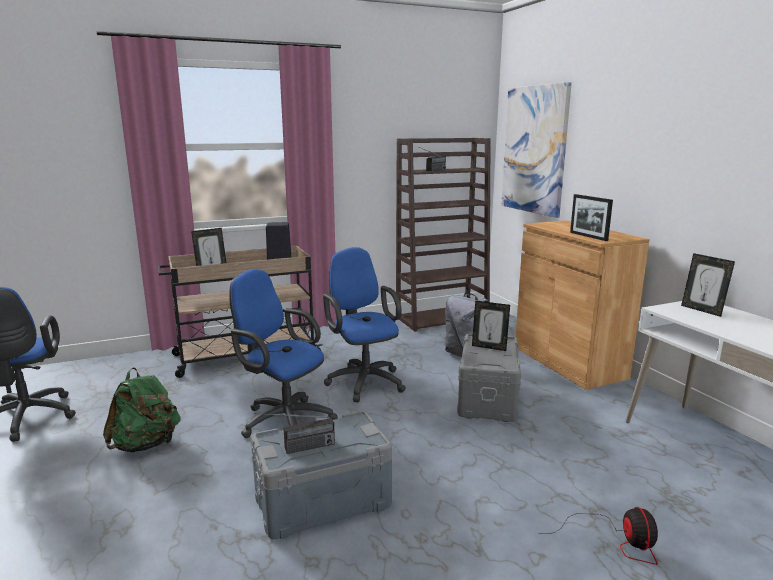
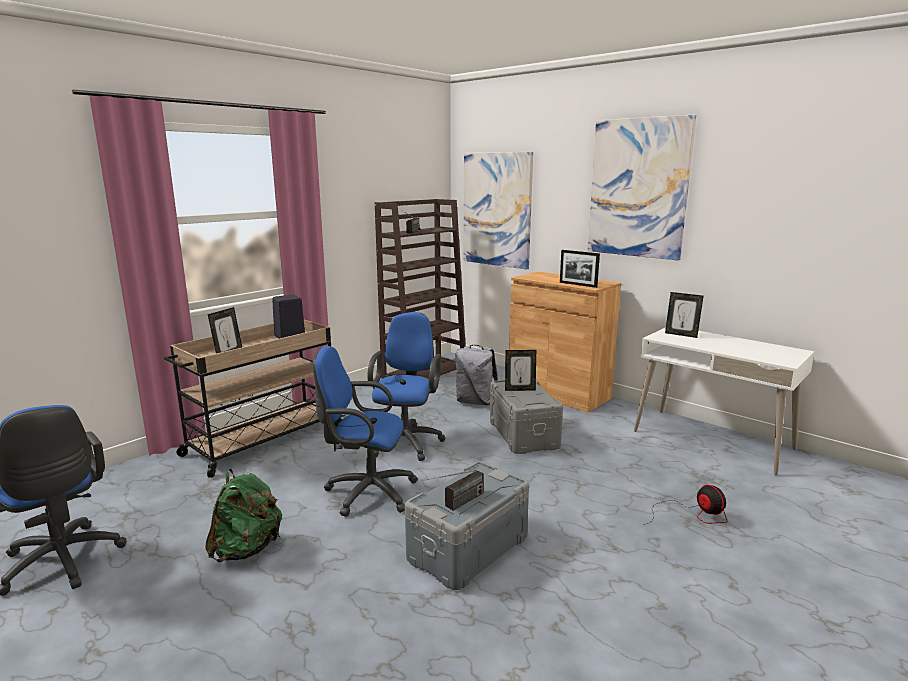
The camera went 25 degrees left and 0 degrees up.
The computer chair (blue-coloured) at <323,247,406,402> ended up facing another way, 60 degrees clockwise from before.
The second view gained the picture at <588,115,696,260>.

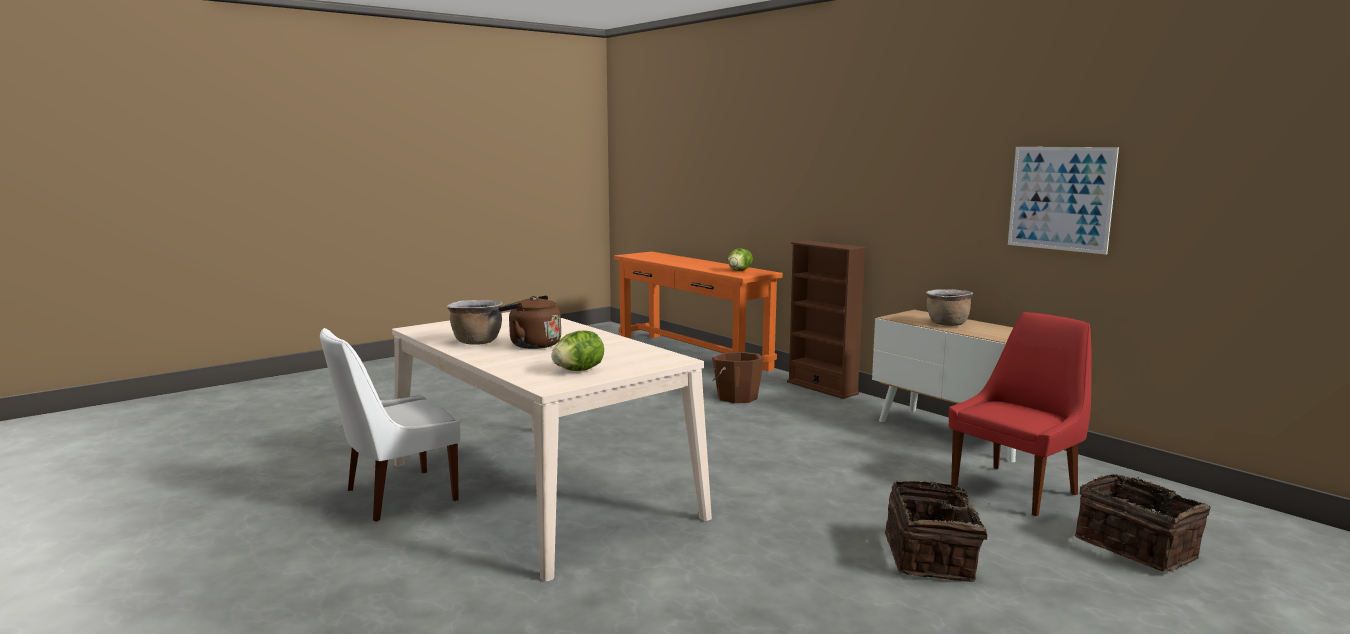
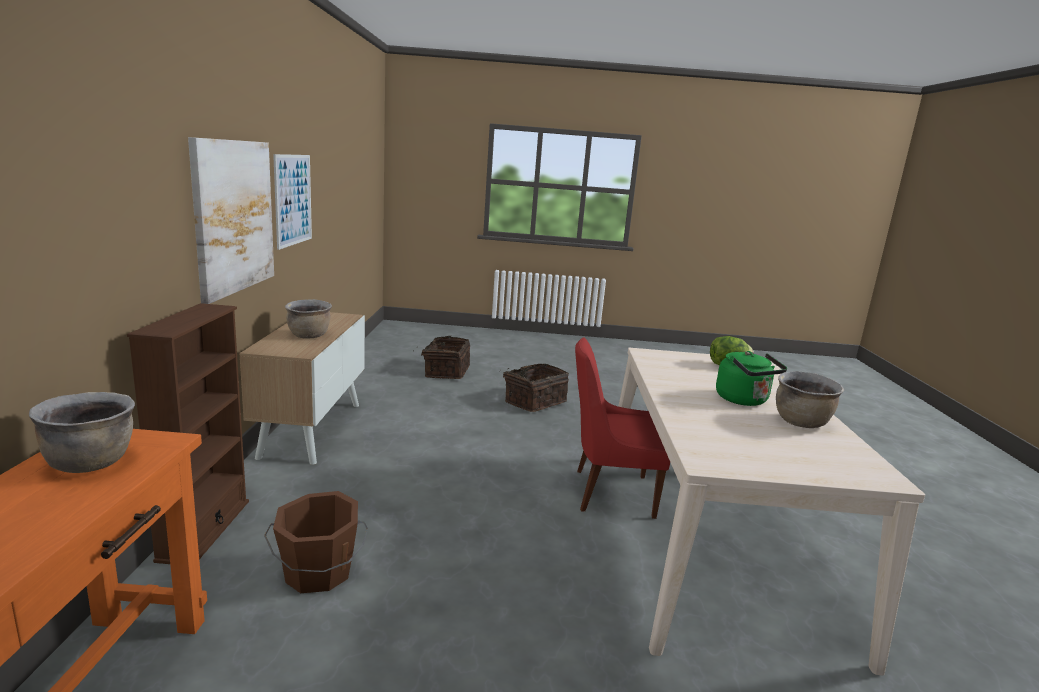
The camera went 140 degrees left and 5 degrees up.
Where the head of lettuce stood at <728,248,753,271>, the cooking pot (brown) came to stand at <29,392,135,473>.
The second view gained the picture at <188,137,274,304>.
The plain chair (reddish) ended up elsewhere, having gone from <949,312,1091,516> to <575,337,670,519>.
What was the kettle (brown) at <498,296,561,349> turned into the kettle (green) at <716,351,787,406>.
The second view lost the plain chair (white) at <320,328,460,522>.

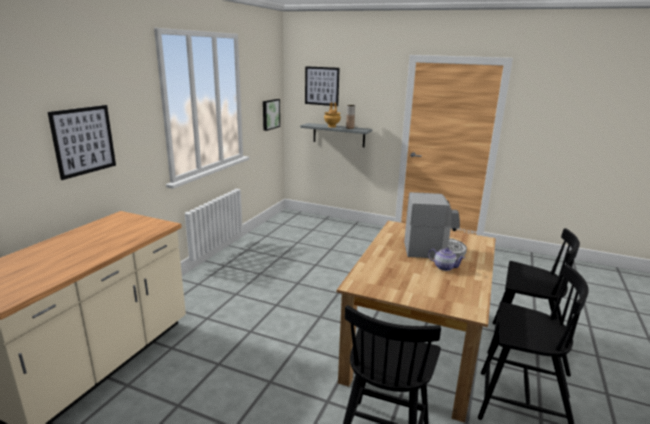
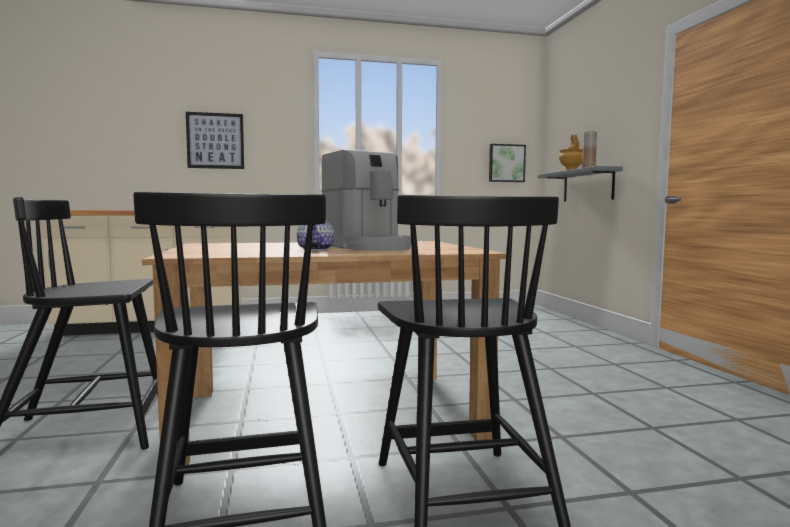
The camera went 55 degrees right and 15 degrees down.
The second view lost the picture at <305,66,340,106>.

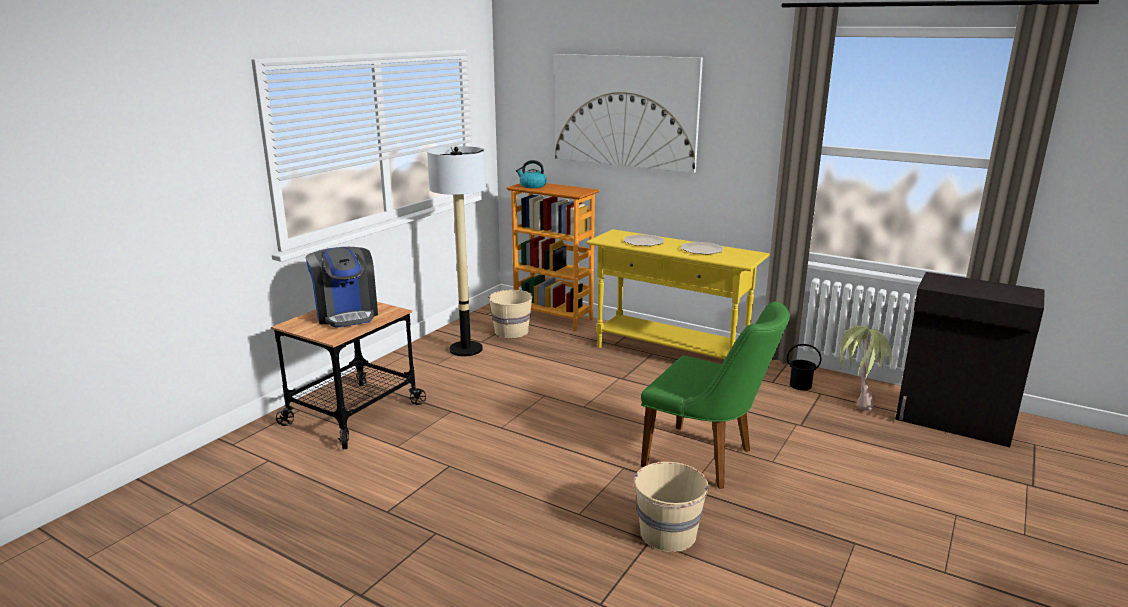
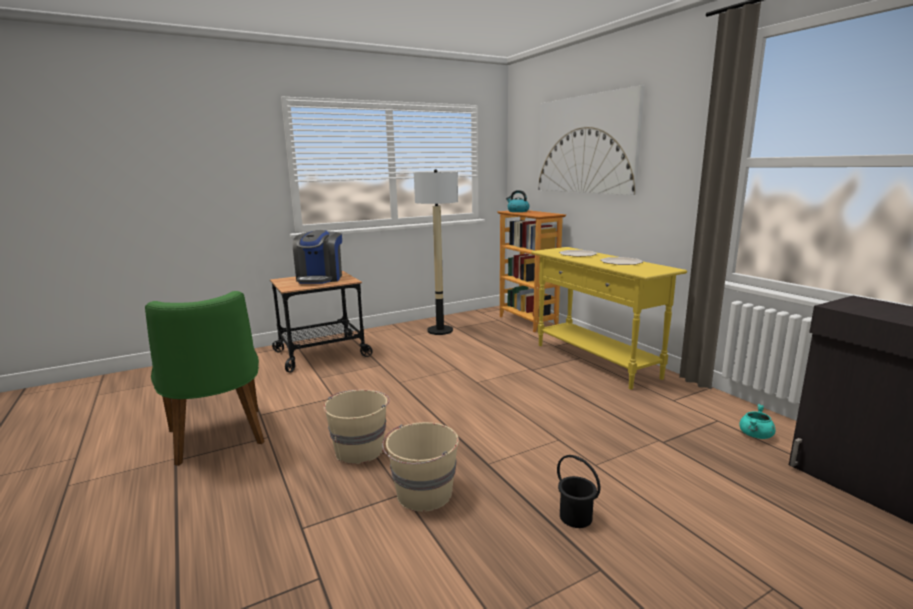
The camera went 30 degrees right and 5 degrees down.
The plain chair (green) ended up elsewhere, having gone from <641,302,790,489> to <145,291,265,466>.
The bucket (sand-coloured) ended up elsewhere, having gone from <488,290,533,338> to <324,390,390,464>.
The bucket (blackish) ended up elsewhere, having gone from <787,344,821,390> to <557,455,600,528>.
Where the plant in a pot stood at <839,326,893,411>, the cooking pot (turquoise) came to stand at <739,404,775,439>.

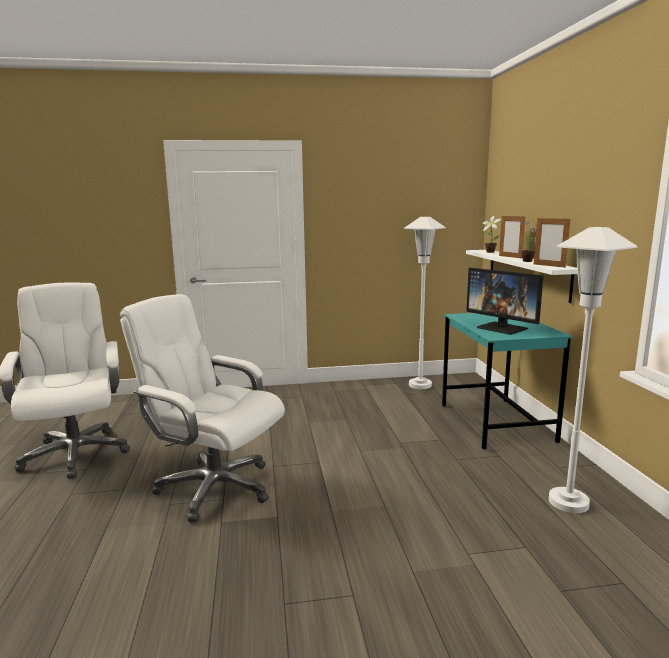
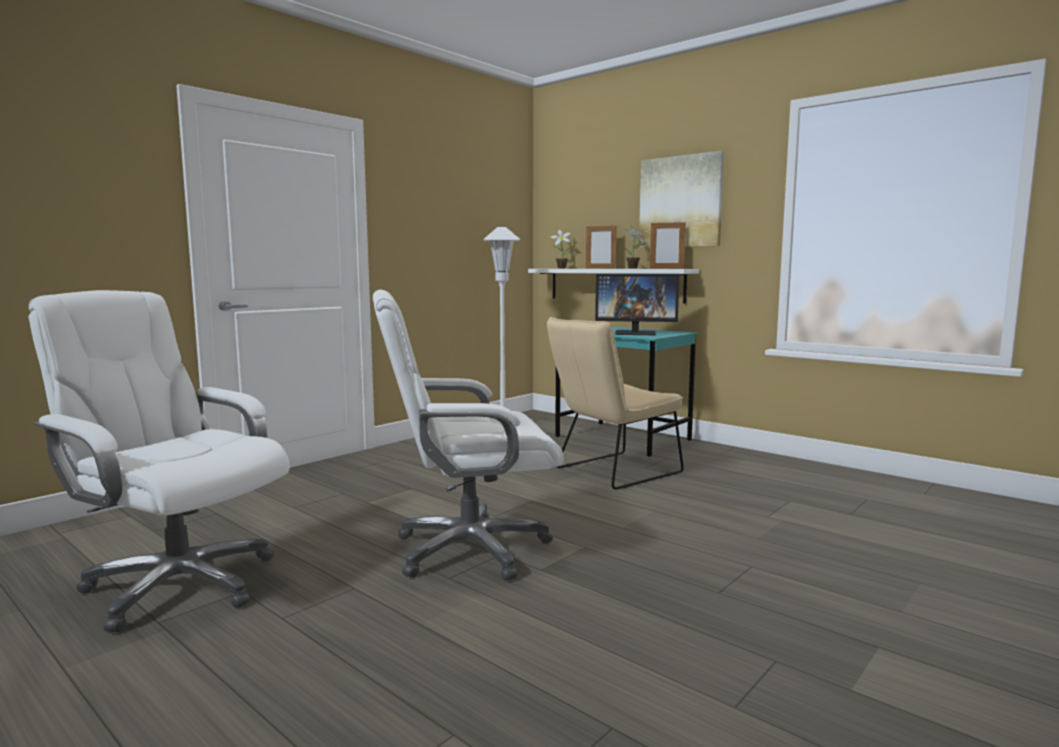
The camera went 40 degrees left and 5 degrees down.
The second view gained the plain chair (sand-coloured) at <547,317,684,490>.
The second view gained the picture at <639,151,724,248>.
The second view lost the standard lamp (white) at <549,227,638,513>.

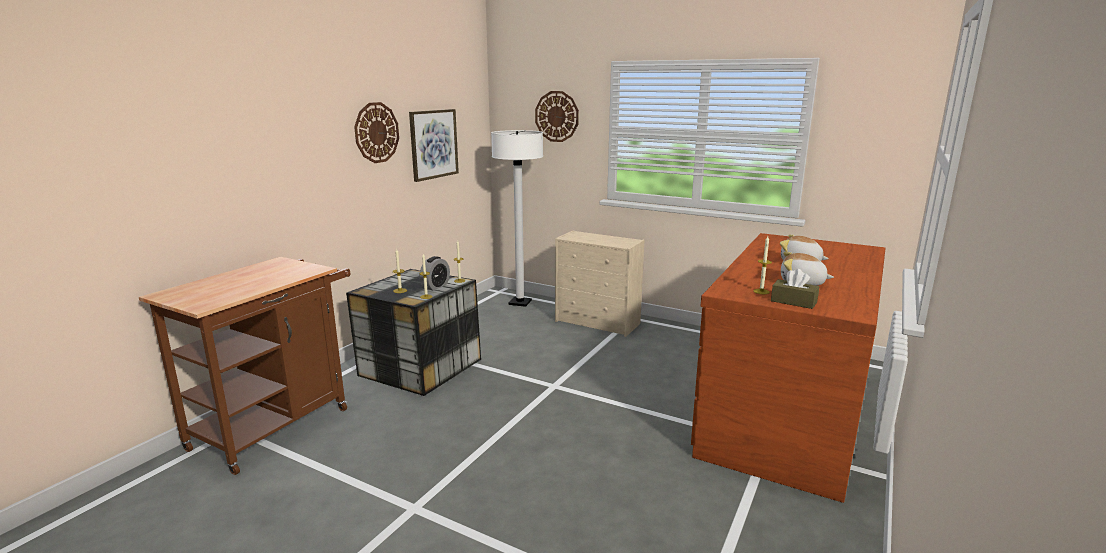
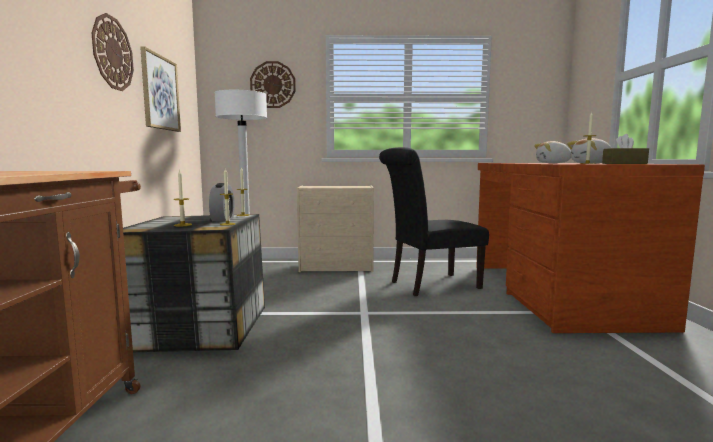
The camera went 30 degrees left and 10 degrees down.
The second view gained the plain chair (blackish) at <379,147,489,296>.

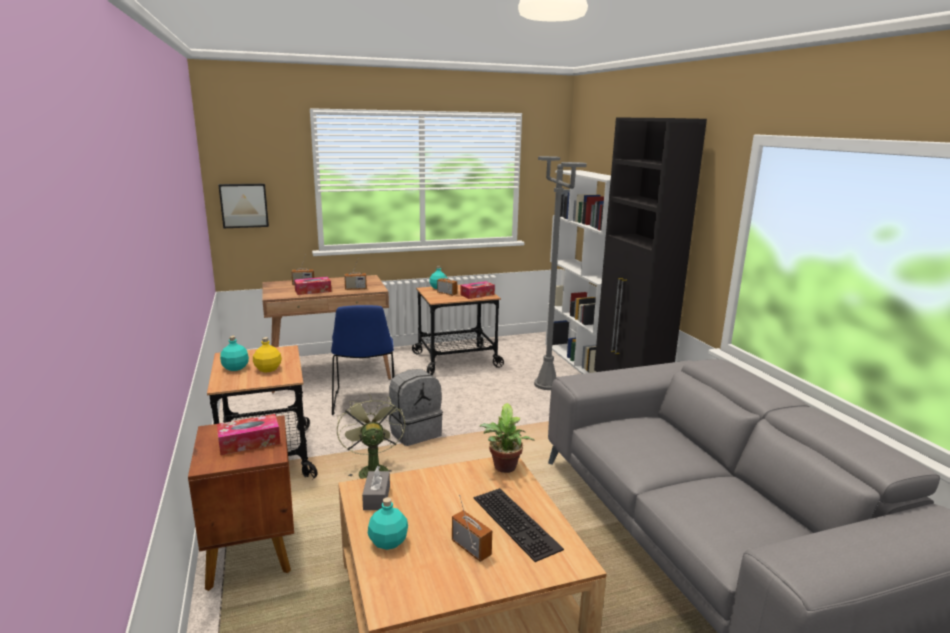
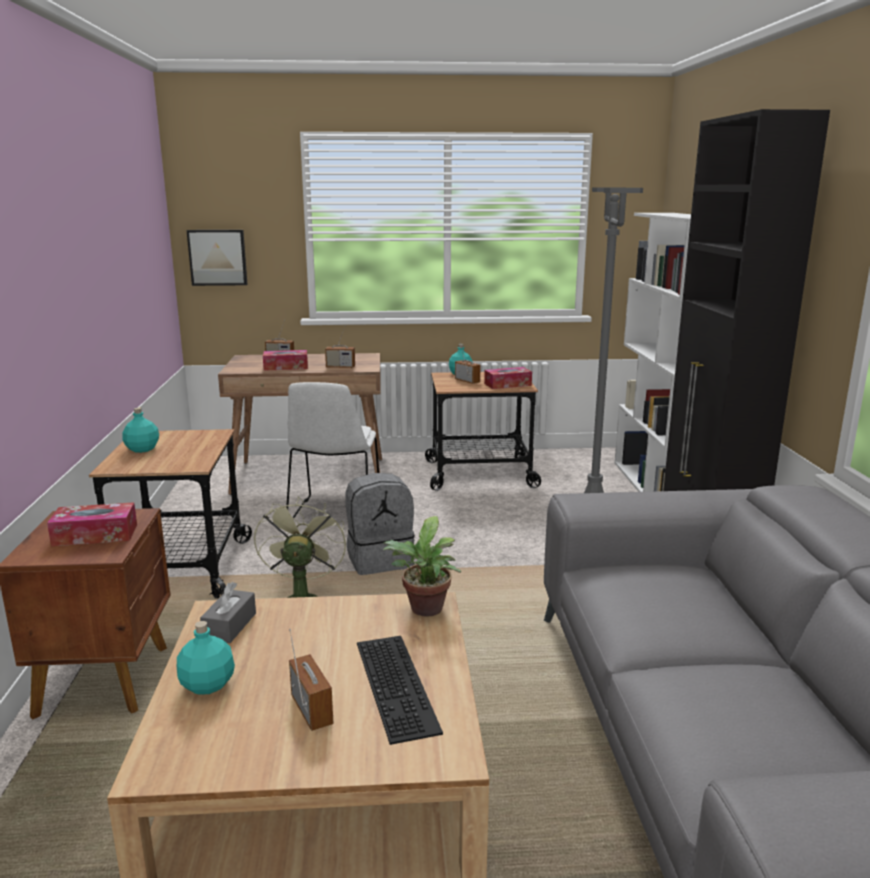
The camera went 15 degrees right and 0 degrees up.
What was the plain chair (blue-coloured) at <331,305,395,415> turned into the plain chair (white) at <286,382,379,518>.
The second view lost the bottle (yellowish) at <253,337,282,373>.

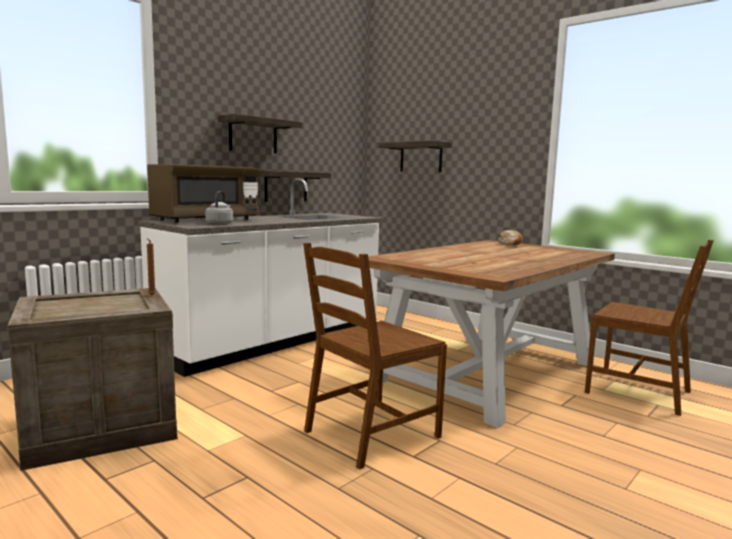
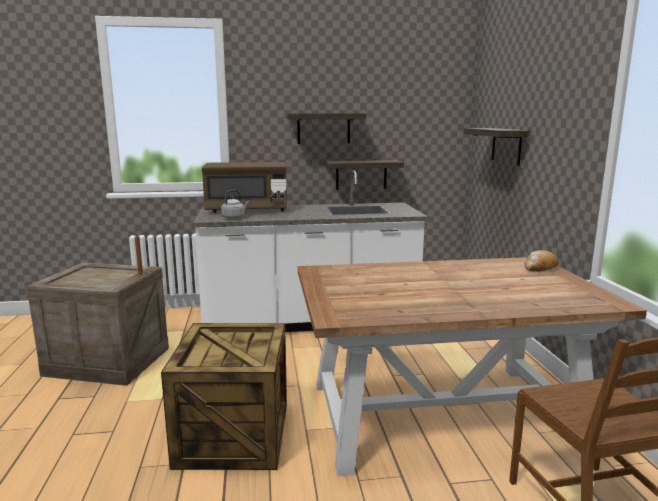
The camera went 40 degrees right and 5 degrees up.
Where the plain chair (brown) stood at <303,243,447,470>, the crate came to stand at <161,323,287,470>.

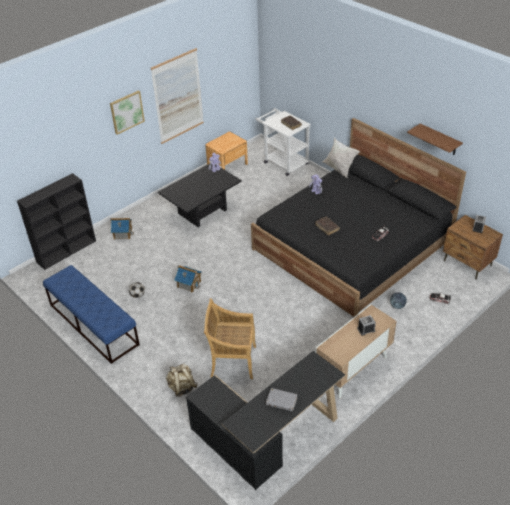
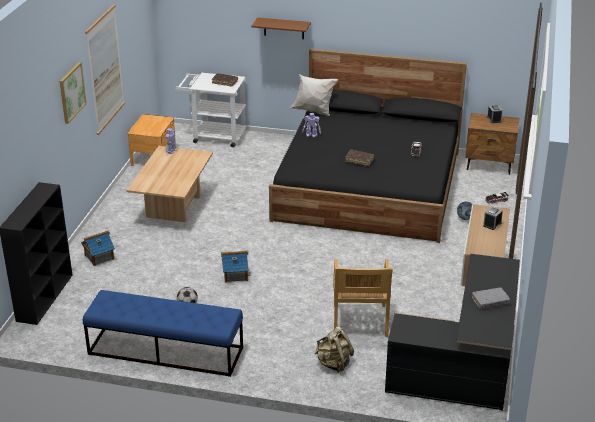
The camera went 35 degrees left and 10 degrees down.
What was the coffee table (blackish) at <158,164,242,227> turned into the coffee table (sand-coloured) at <126,146,213,222>.
The shelf (brown) ended up elsewhere, having gone from <407,124,463,155> to <252,18,311,39>.
The plain chair (sand-coloured) at <204,298,256,379> ended up facing another way, 60 degrees counterclockwise from before.

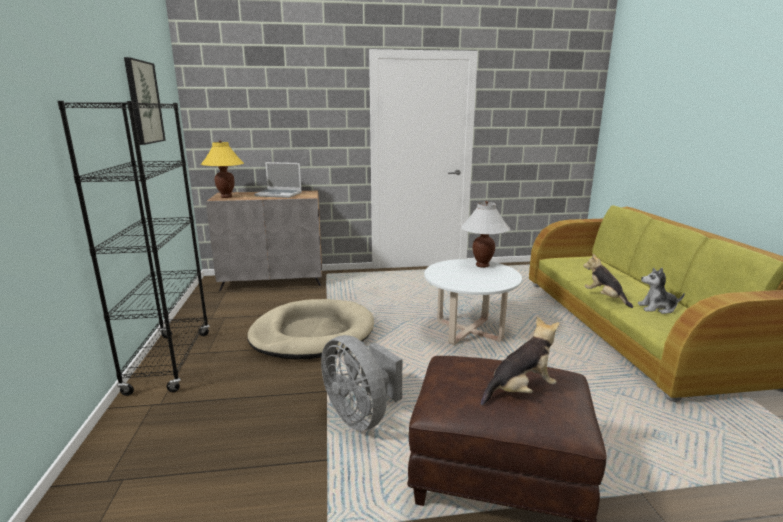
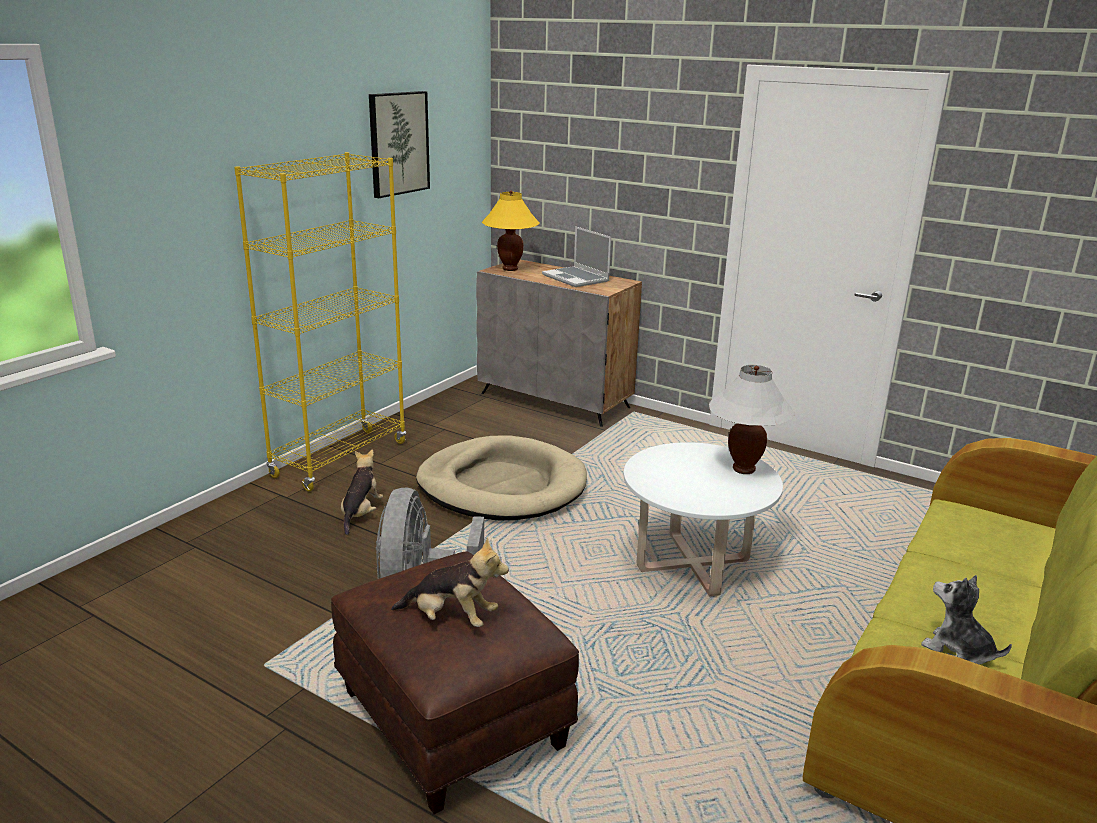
The camera went 40 degrees right and 5 degrees up.
What was the bookcase (blackish) at <58,101,209,396> turned into the bookcase (yellowish) at <234,152,406,491>.
The soft toy ended up elsewhere, having gone from <583,254,633,308> to <341,450,383,535>.

